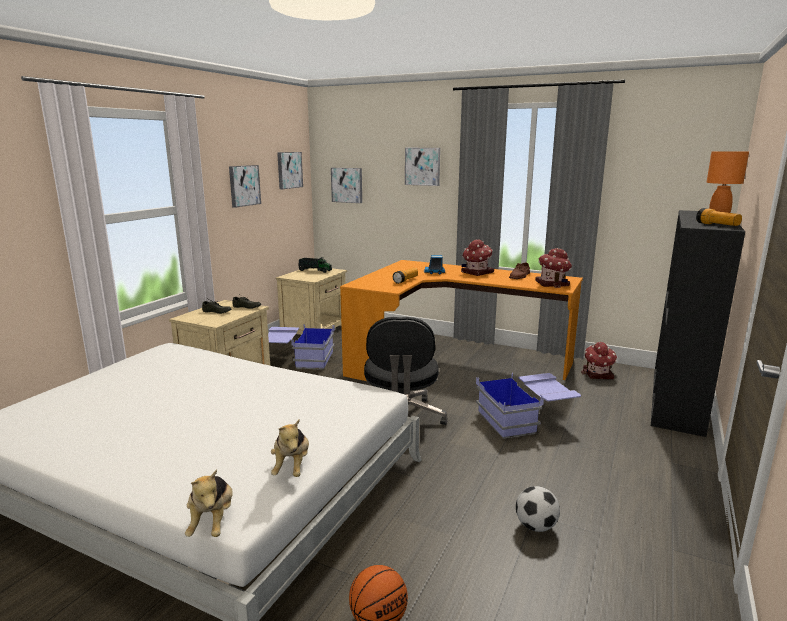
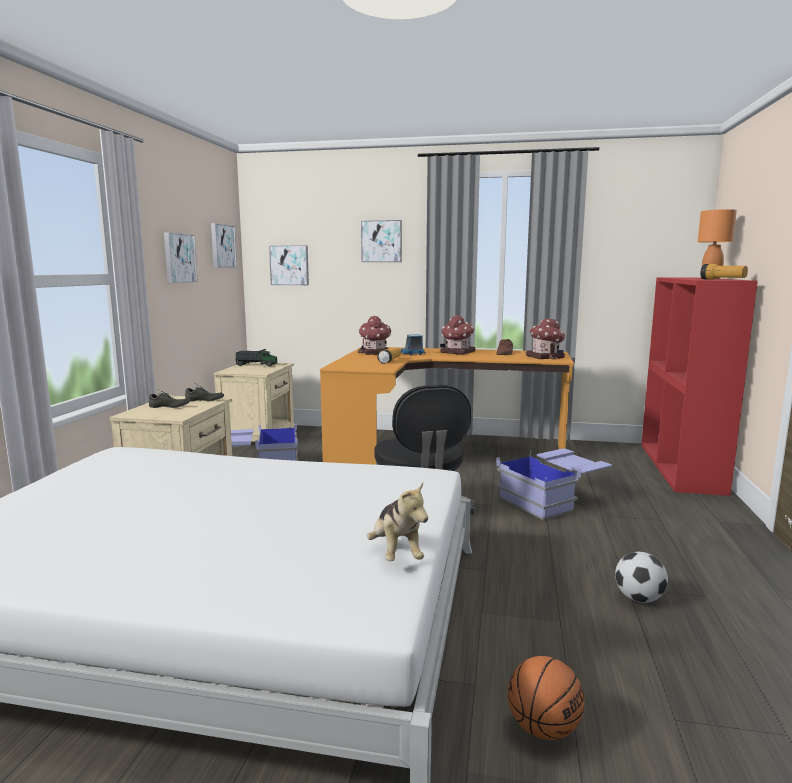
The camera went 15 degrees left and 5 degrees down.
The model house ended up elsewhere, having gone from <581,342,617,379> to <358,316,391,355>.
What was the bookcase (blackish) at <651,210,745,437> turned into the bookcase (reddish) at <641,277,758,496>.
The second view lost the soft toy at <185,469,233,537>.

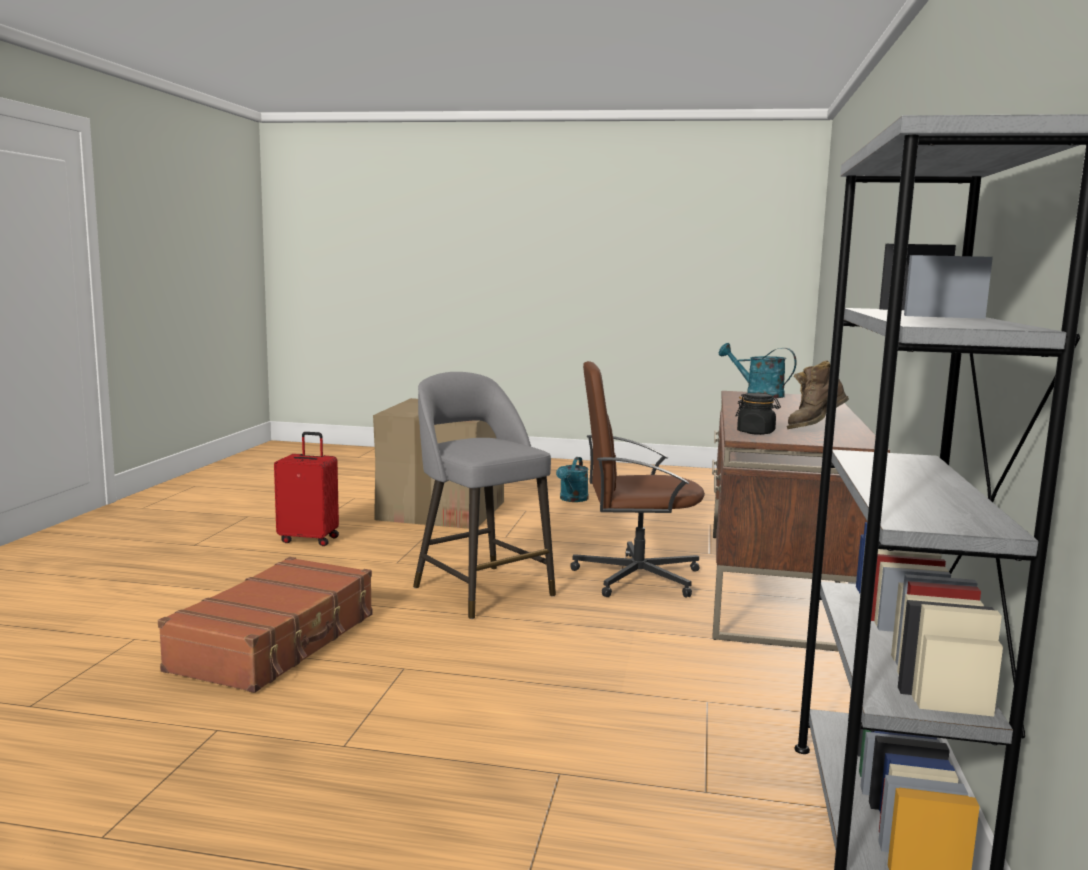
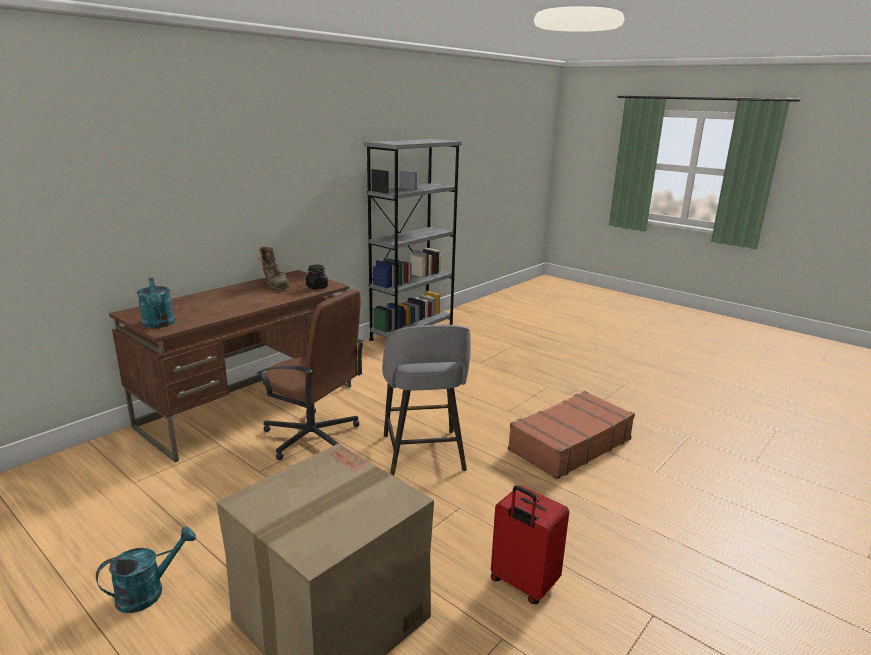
The camera went 150 degrees left and 10 degrees up.
The boot (brown) at <787,360,849,429> ended up facing another way, 60 degrees clockwise from before.

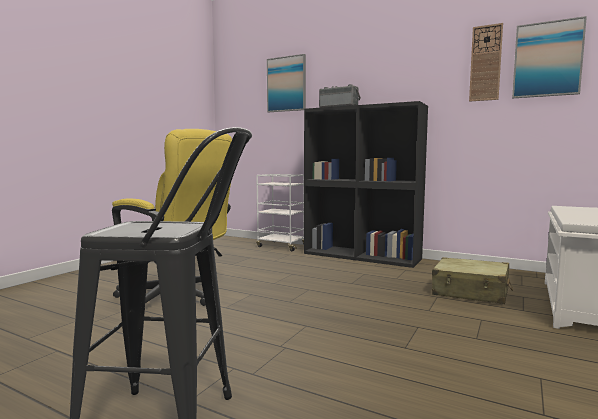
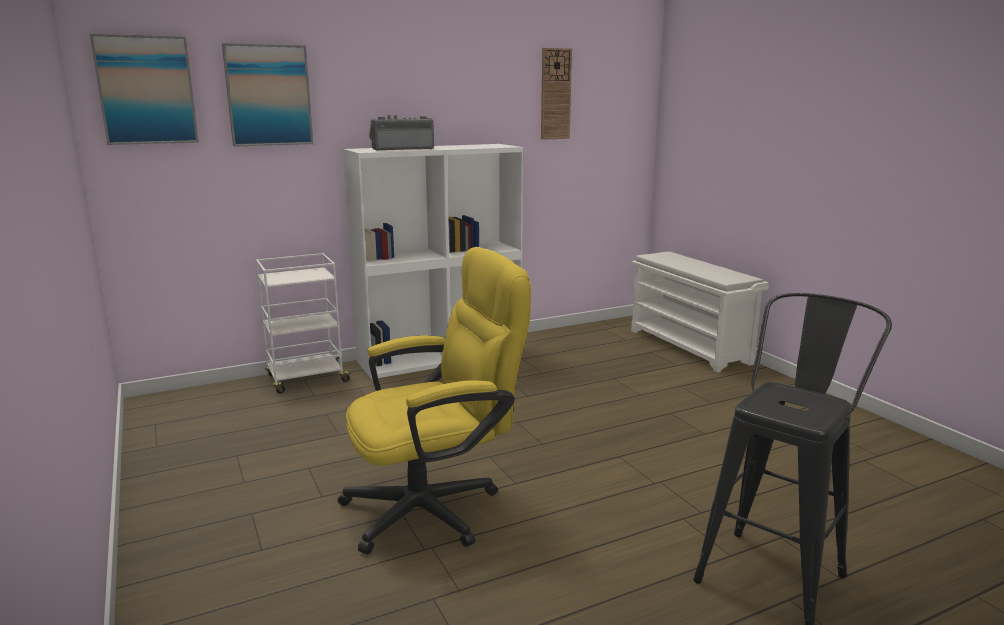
The camera went 55 degrees left and 10 degrees up.
The picture ended up elsewhere, having gone from <512,16,587,98> to <90,34,199,145>.
What was the bookcase (blackish) at <304,101,428,268> turned into the bookcase (white) at <343,144,523,379>.
The second view lost the travel case (sand-coloured) at <432,257,513,304>.

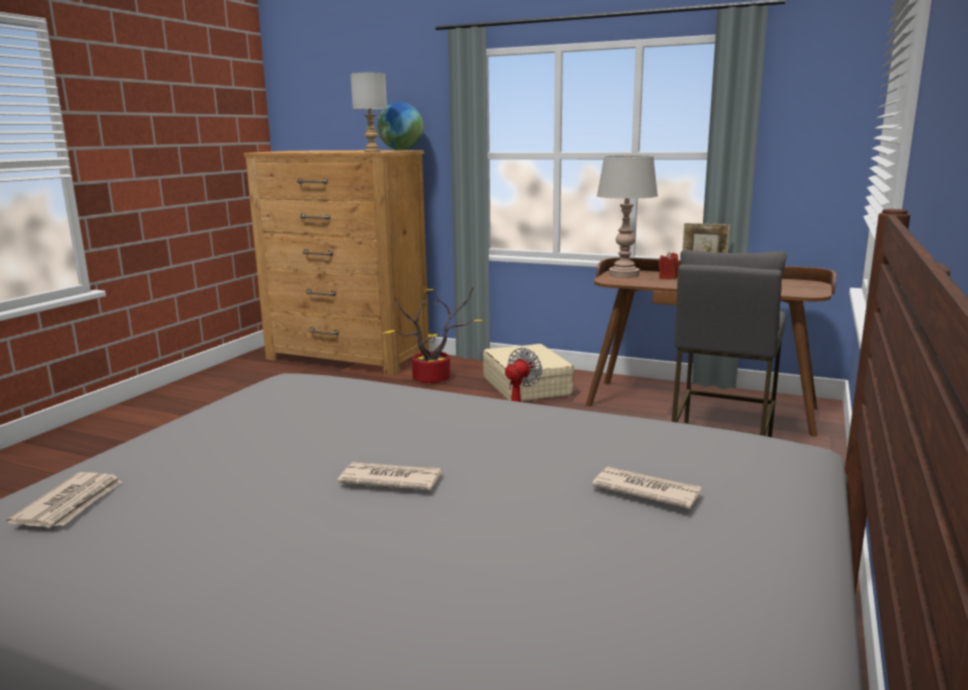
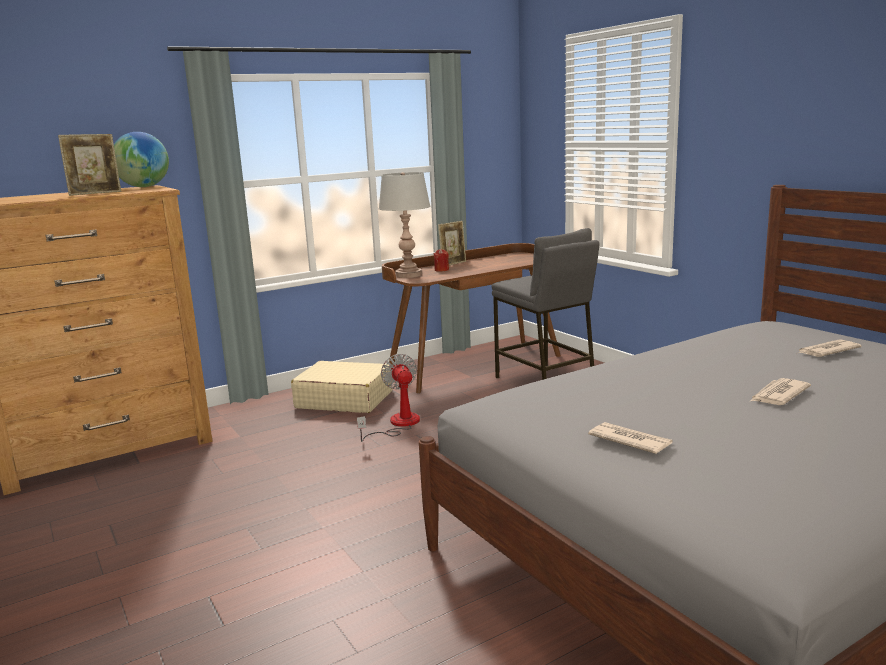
The camera went 55 degrees left and 0 degrees up.
The second view gained the picture frame at <58,134,121,196>.
The printed paper ended up elsewhere, having gone from <6,472,122,528> to <588,422,673,454>.
The second view lost the lamp for a table (greyish) at <351,72,387,152>.
The second view lost the plant in a pot at <382,287,483,383>.

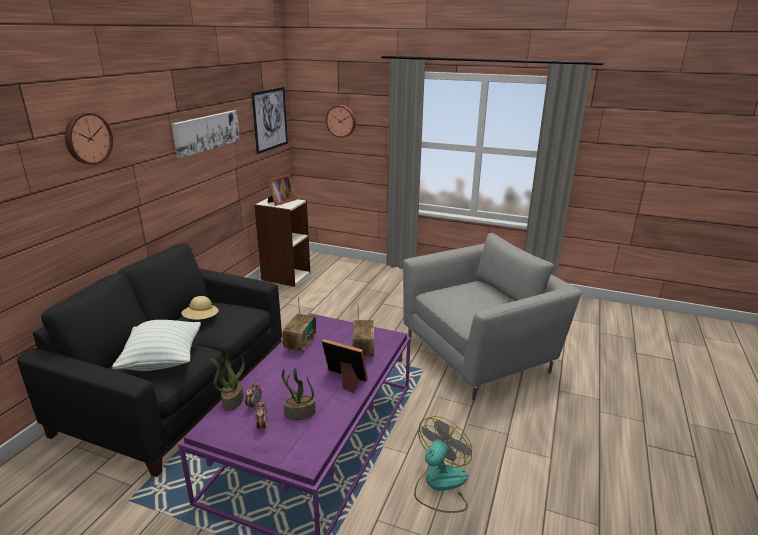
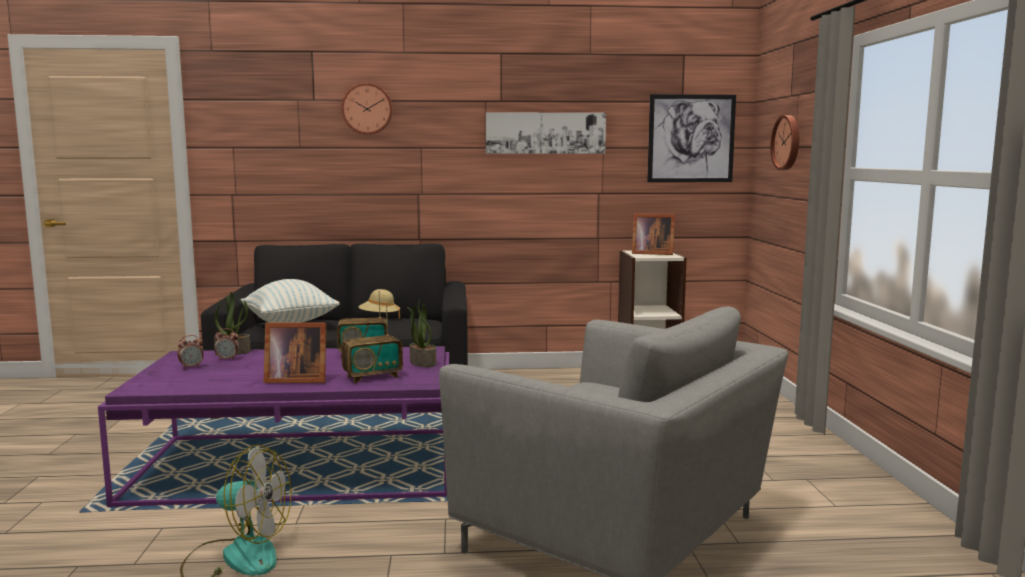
The camera went 65 degrees right and 15 degrees down.
The picture frame at <322,339,368,393> ended up facing another way, 90 degrees clockwise from before.
The plant in a pot ended up elsewhere, having gone from <282,367,316,420> to <407,300,436,367>.

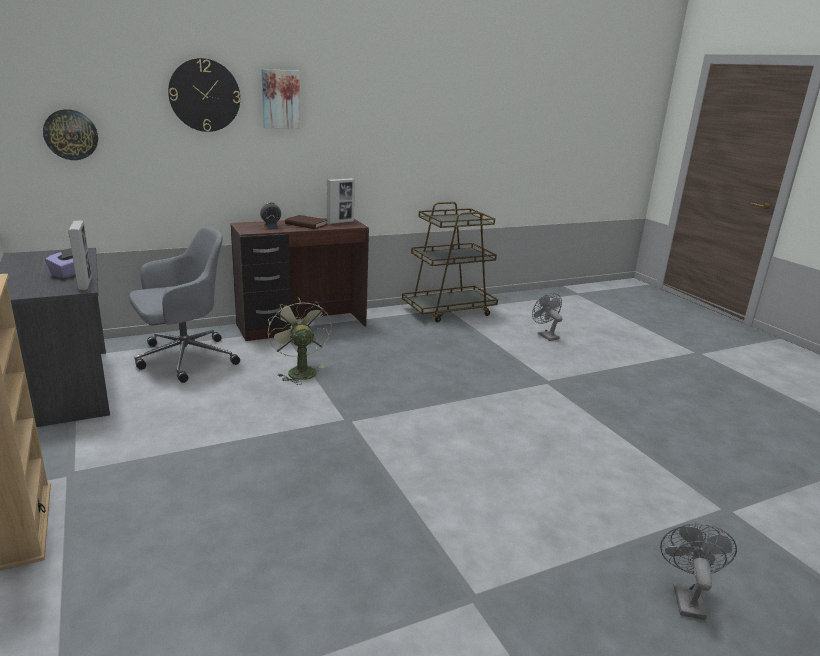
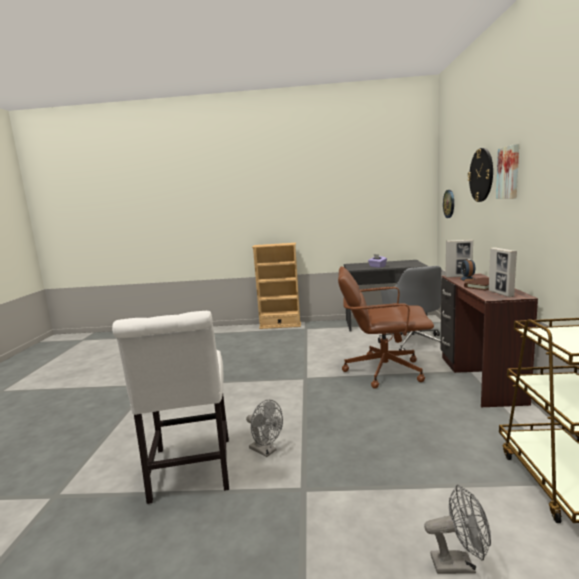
The camera went 120 degrees right and 10 degrees down.
The second view gained the plain chair (white) at <112,311,229,504>.
The cooling fan (greyish) ended up elsewhere, having gone from <660,523,737,620> to <246,400,283,457>.
Where the cooling fan (green) stood at <268,298,332,385>, the computer chair (brown) came to stand at <338,266,434,389>.
The picture frame ended up elsewhere, having gone from <68,220,92,290> to <445,240,473,277>.

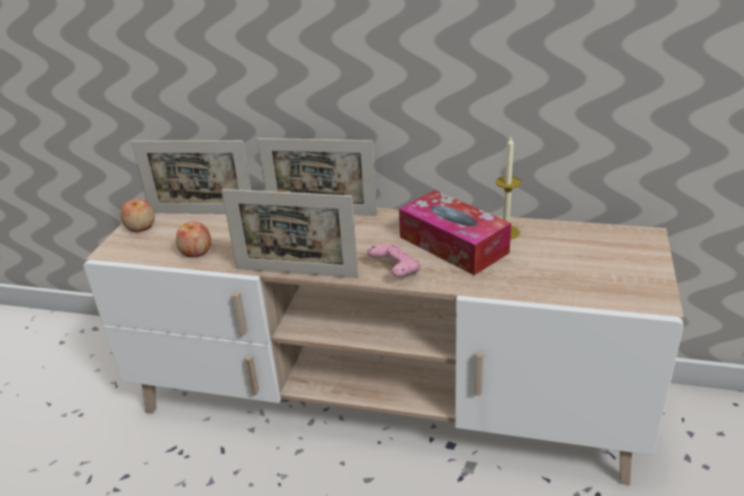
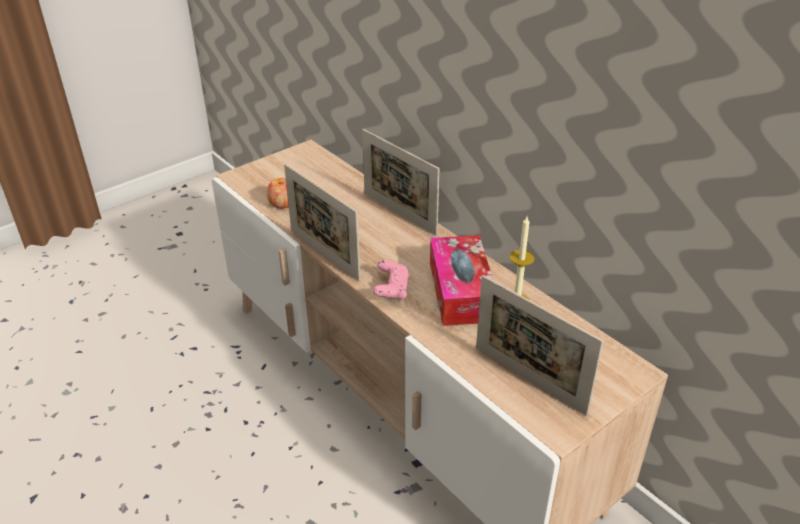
The camera went 35 degrees right and 5 degrees up.
The picture frame ended up elsewhere, having gone from <131,140,251,214> to <476,275,603,416>.
The second view lost the apple fruit at <121,199,155,232>.

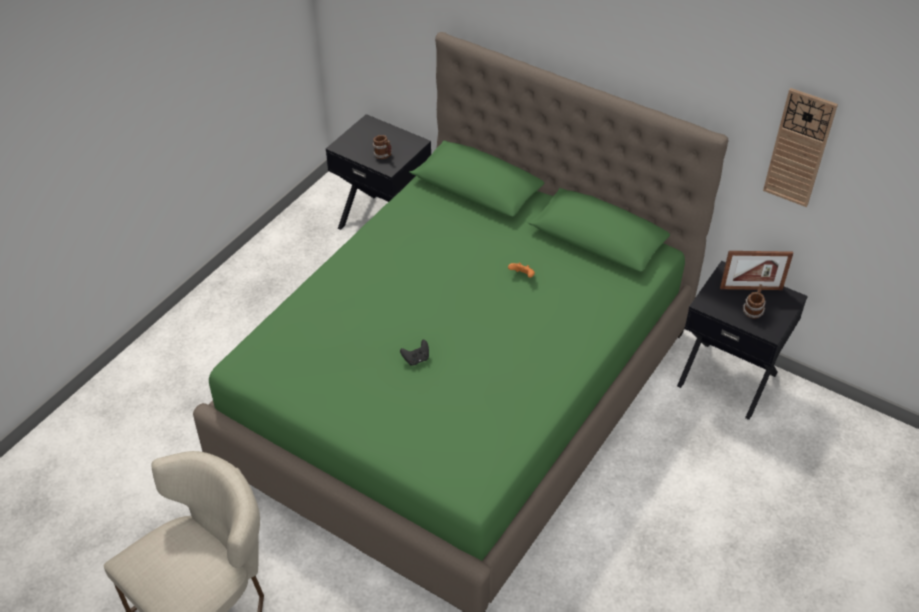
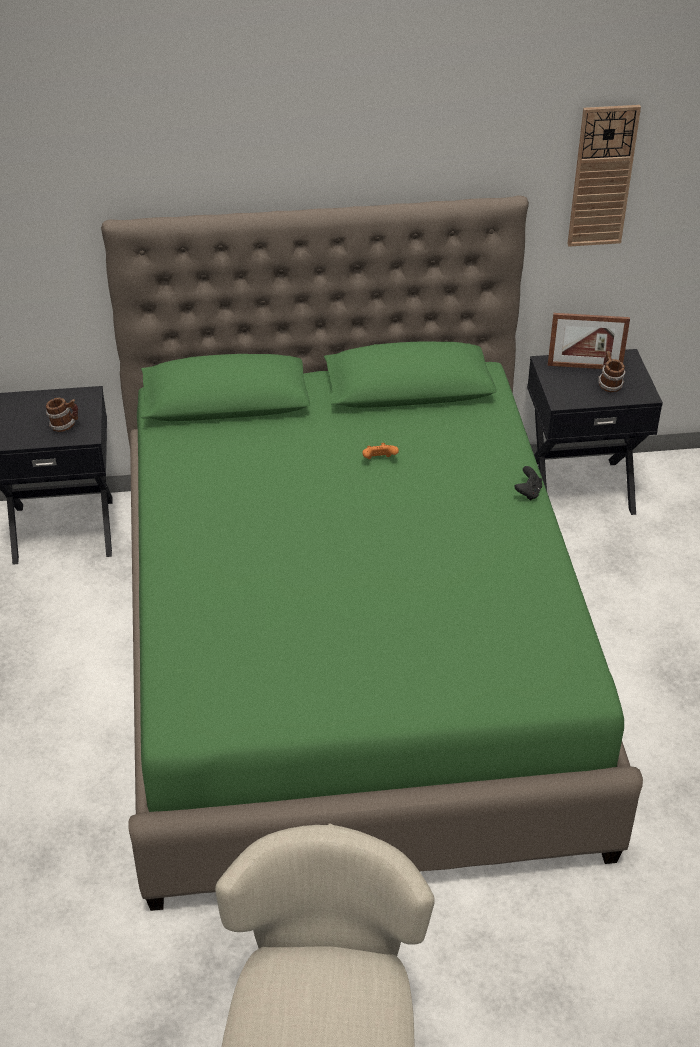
The camera went 40 degrees left and 5 degrees down.
The joypad (blackish) ended up elsewhere, having gone from <400,340,429,365> to <514,466,542,501>.
The picture frame at <720,251,793,290> ended up facing another way, 45 degrees clockwise from before.

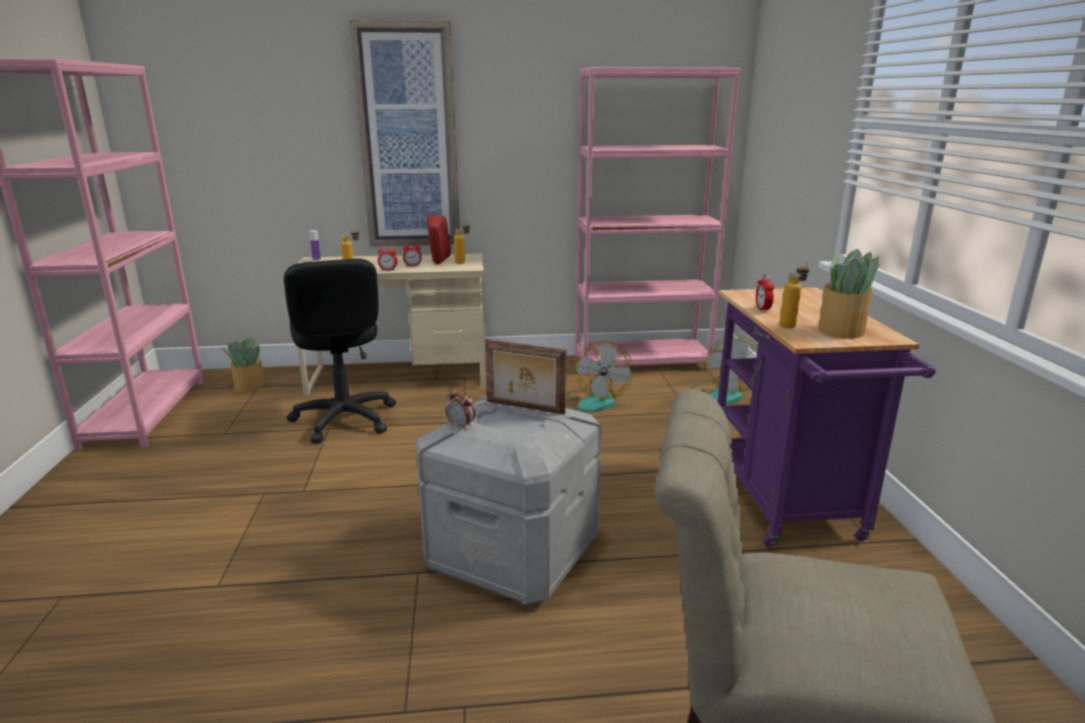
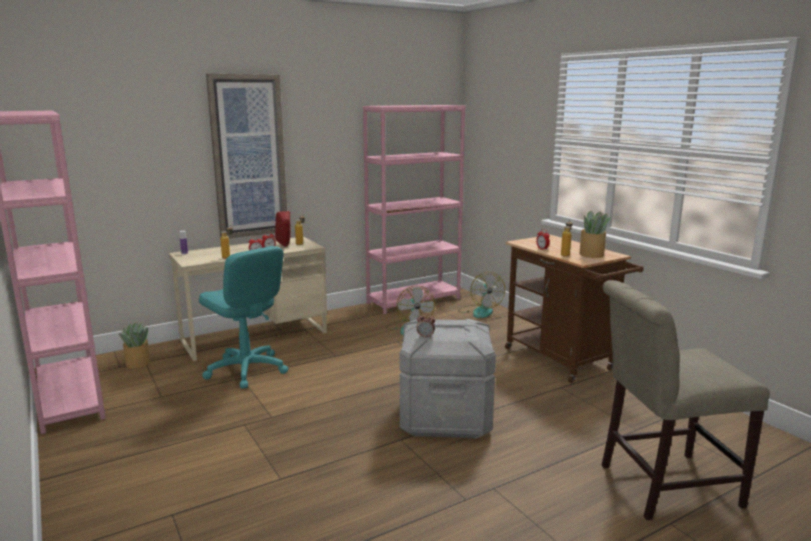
The camera went 25 degrees left and 5 degrees down.
What was the computer chair (blackish) at <284,258,396,444> turned into the computer chair (turquoise) at <199,246,288,389>.
What was the wheeled cart (purplish) at <718,287,936,548> turned into the wheeled cart (brown) at <505,235,643,383>.
The second view lost the picture frame at <485,339,566,415>.

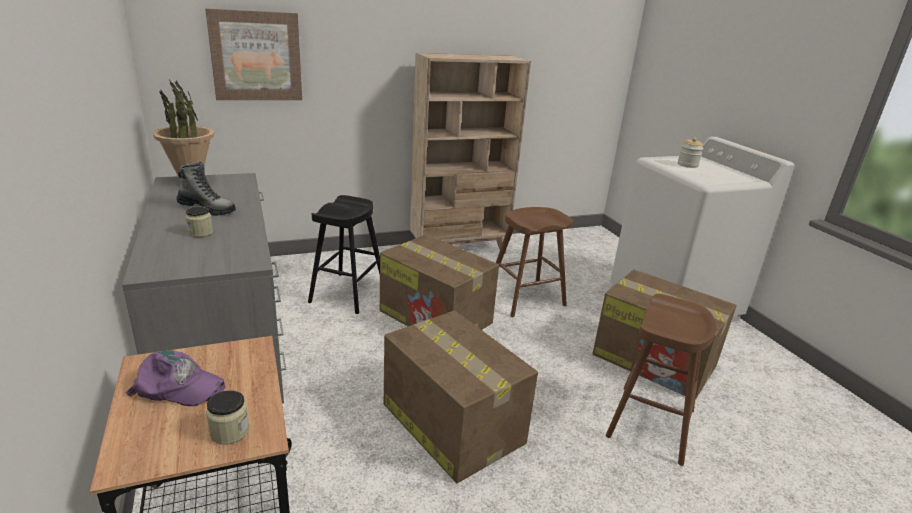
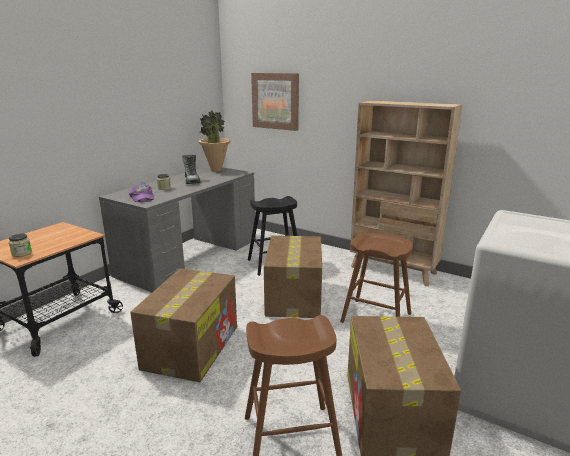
The camera went 55 degrees right and 5 degrees down.
The baseball cap (purplish) ended up elsewhere, having gone from <126,351,226,406> to <129,182,154,202>.
The second view lost the jar at <678,137,703,168>.

